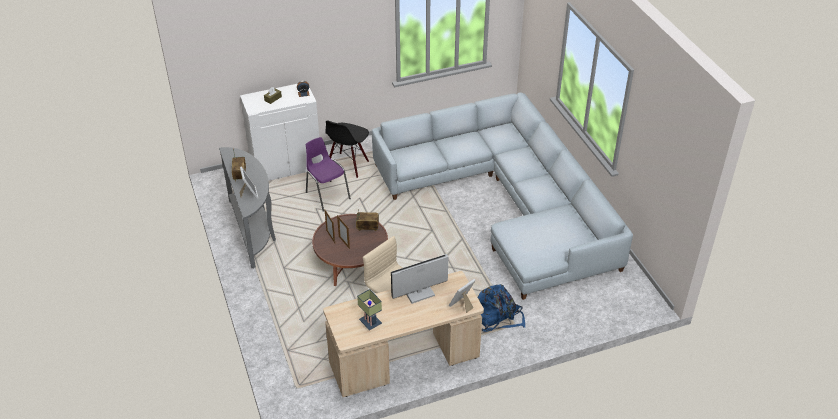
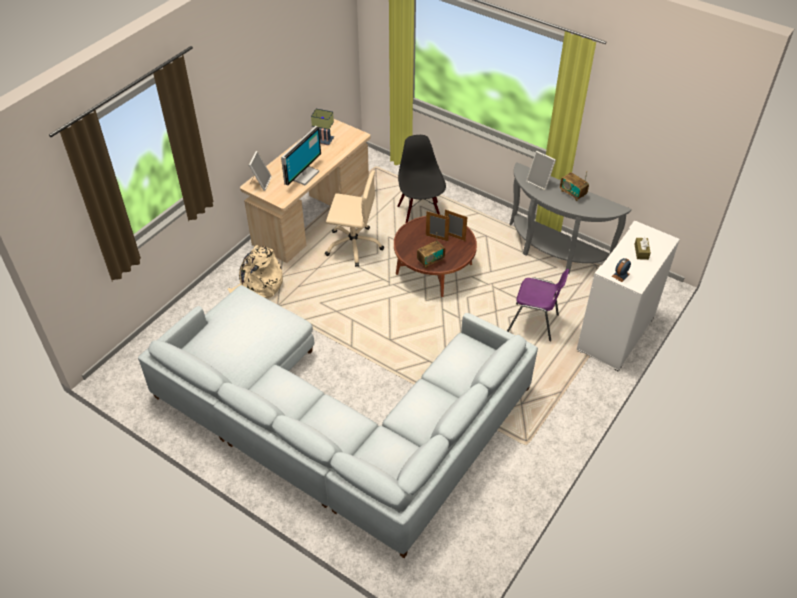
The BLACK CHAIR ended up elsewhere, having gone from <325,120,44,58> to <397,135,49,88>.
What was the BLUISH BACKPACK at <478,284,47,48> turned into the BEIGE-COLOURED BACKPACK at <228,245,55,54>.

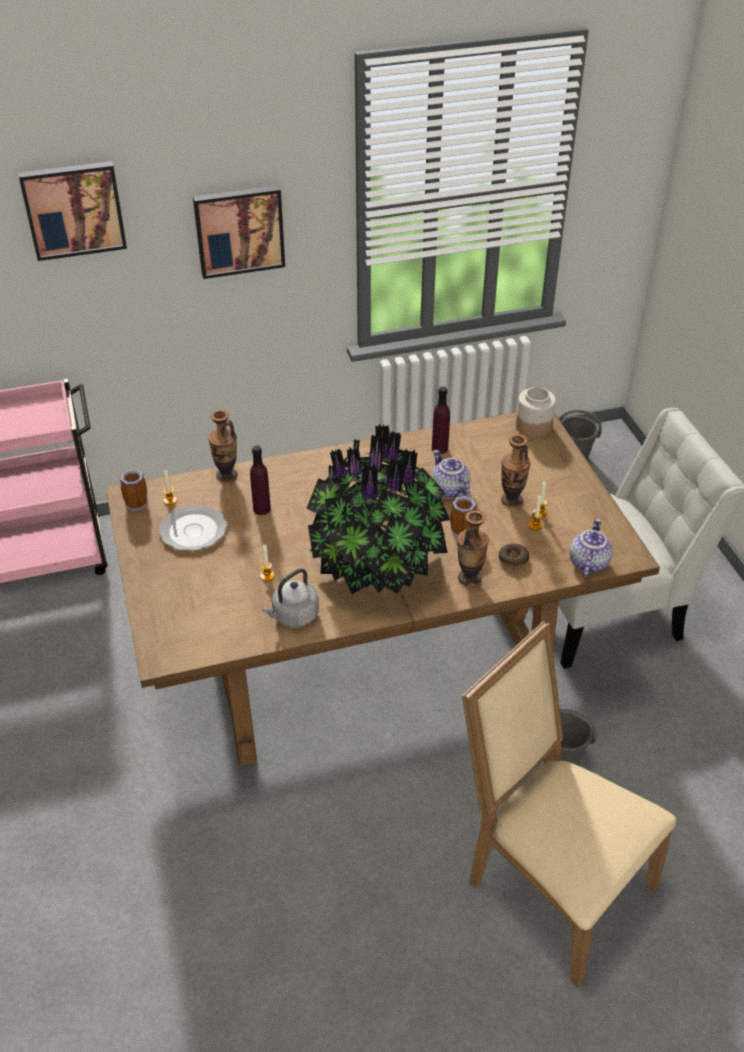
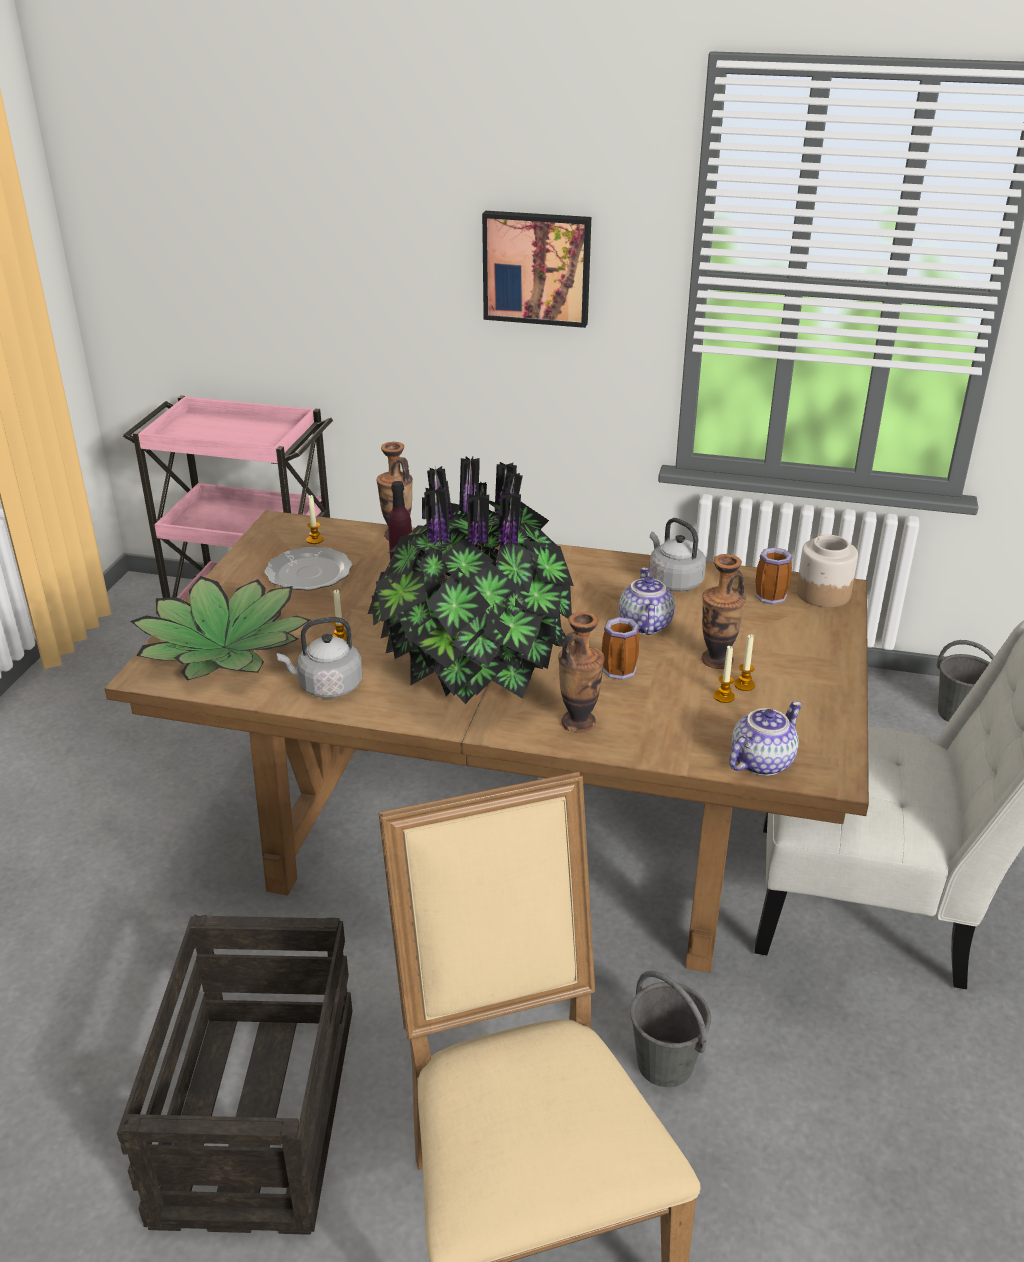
The second view lost the WALL PICTURE at <18,161,109,100>.
Where the PURPLISH DRINK BOTTLE stood at <432,386,18,68>, the GREY KETTLE came to stand at <649,518,57,74>.
The TEA MUG ended up elsewhere, having gone from <120,470,28,41> to <755,547,37,58>.
The second view lost the DONUT at <499,543,30,25>.
The second view gained the PLANT IN A POT at <130,576,181,104>.
The second view gained the PACKING CRATE at <117,915,235,320>.

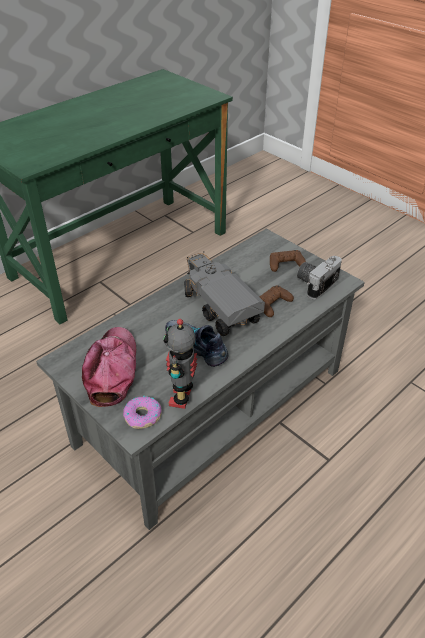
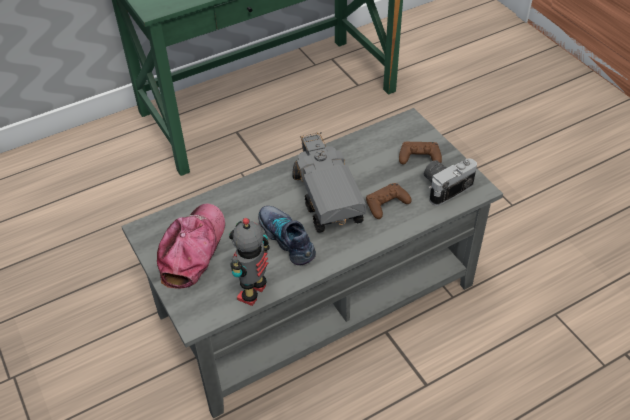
The second view lost the DONUT at <123,396,39,33>.

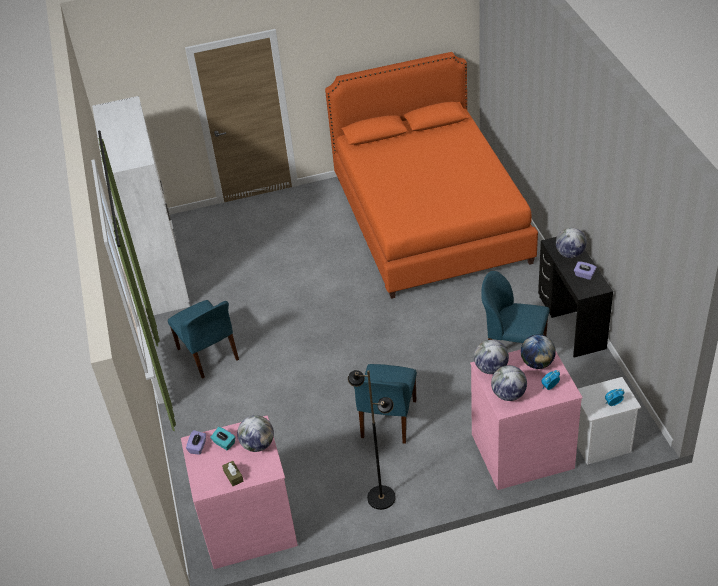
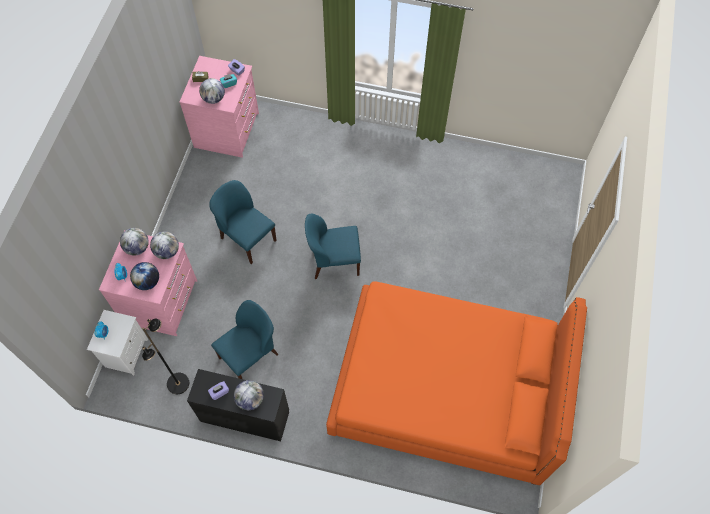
The second view lost the WHITE-COLOURED CLOTHES CUPBOARD at <92,96,98,221>.
The BLUISH CHAIR ended up elsewhere, having gone from <168,300,71,79> to <305,214,56,65>.
The BLACK FLOOR LAMP ended up elsewhere, having gone from <348,370,48,140> to <142,319,47,75>.

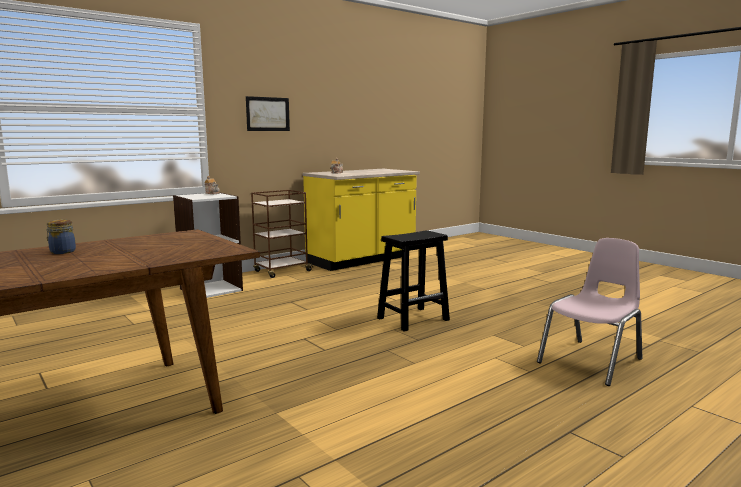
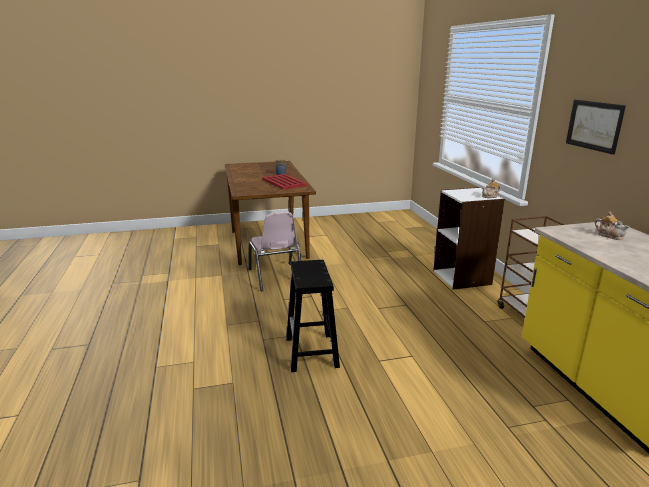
The PINK-COLOURED CHAIR ended up elsewhere, having gone from <537,238,105,148> to <249,212,52,79>.
The second view gained the RED-COLOURED TRAY at <262,174,45,16>.

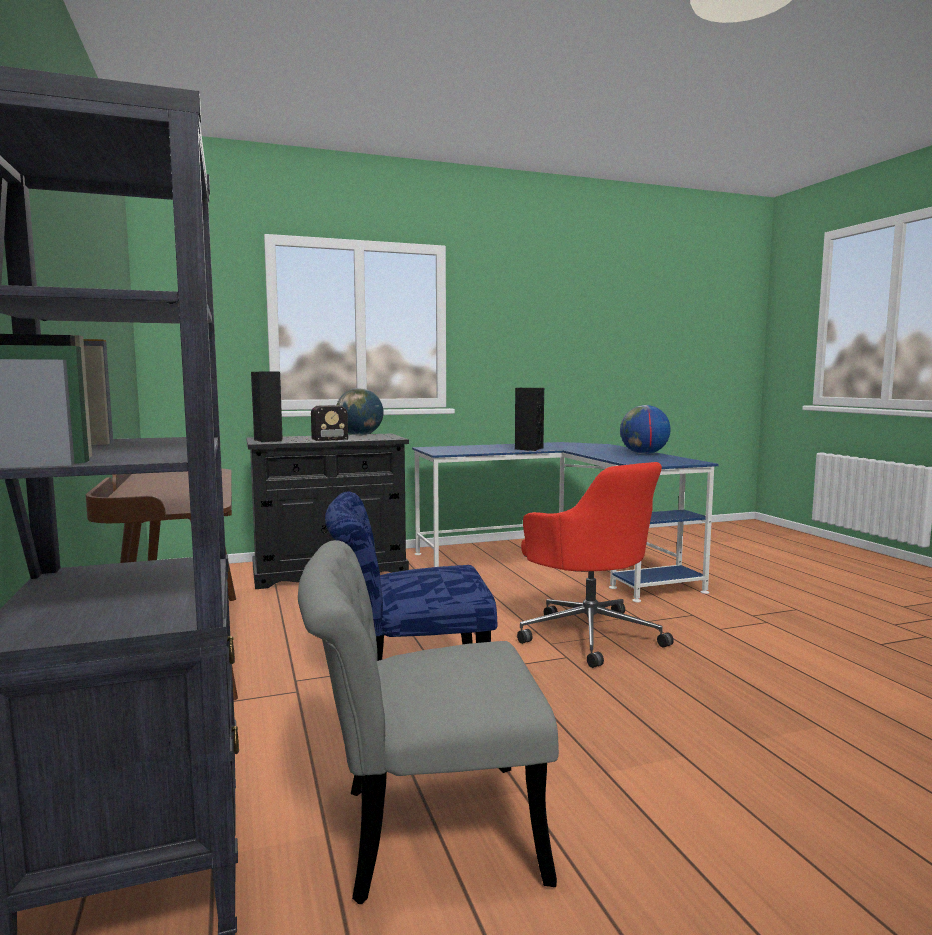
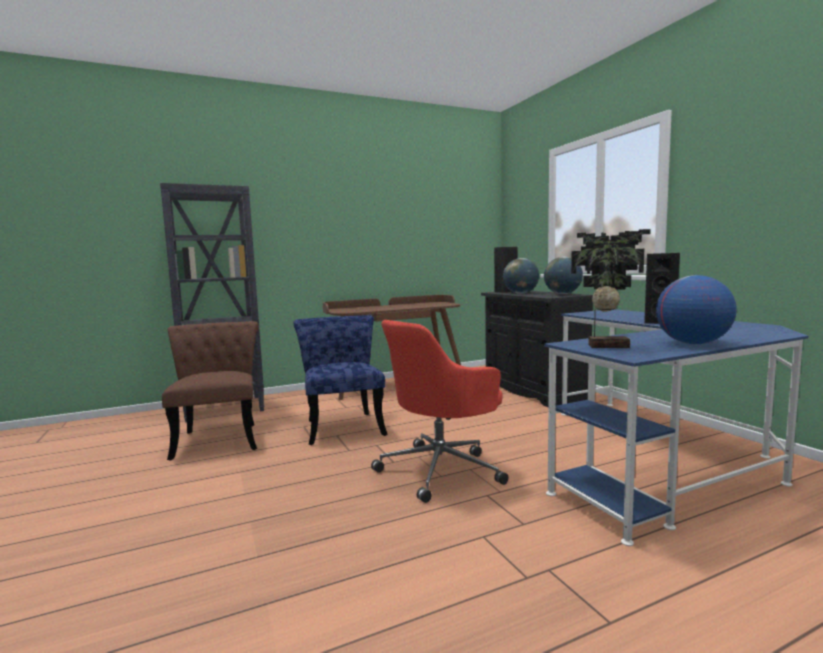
Where the RADIO stood at <291,405,57,37>, the GLOBE came to stand at <503,258,36,36>.
What was the GREY CHAIR at <298,540,261,364> turned into the BROWN-COLOURED CHAIR at <162,321,97,140>.
The second view gained the PLANT IN A POT at <571,229,80,119>.

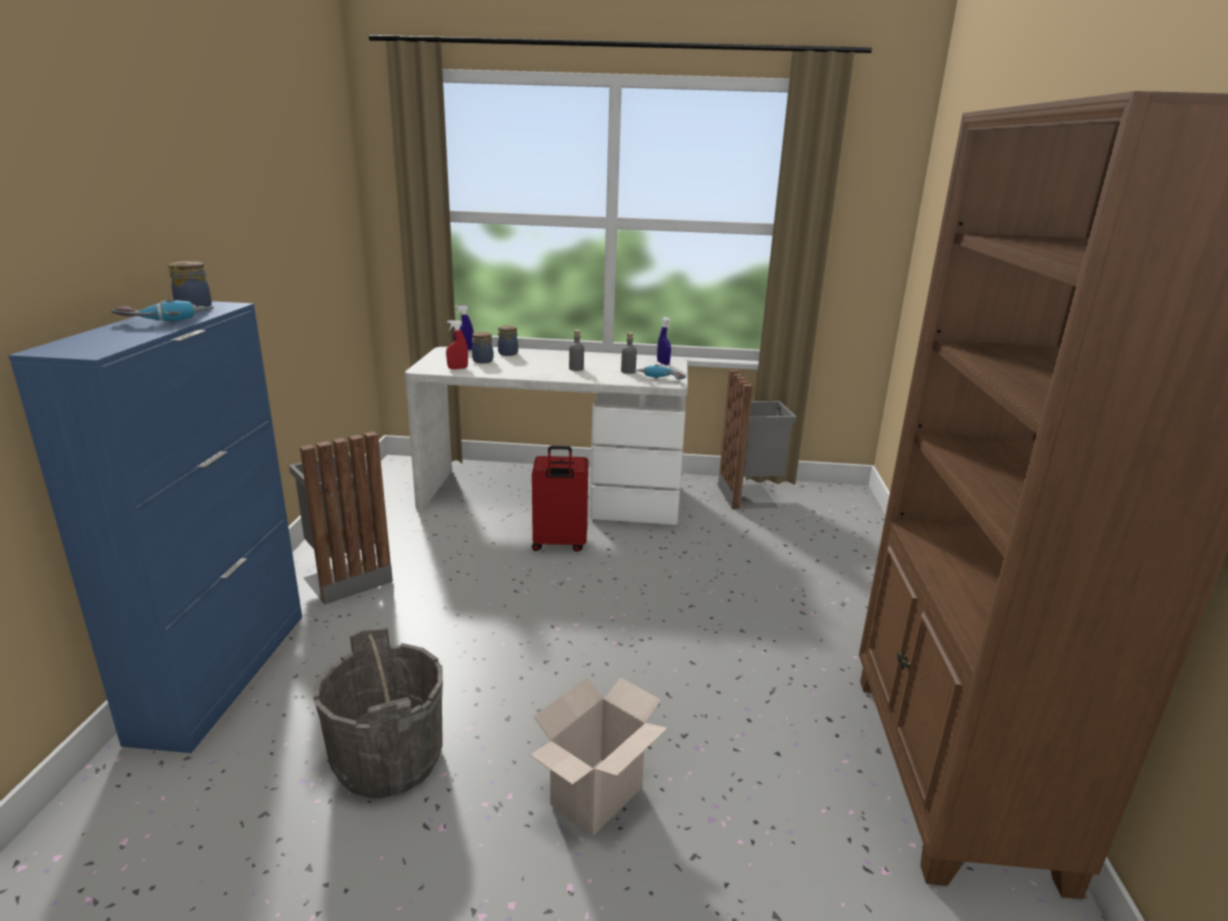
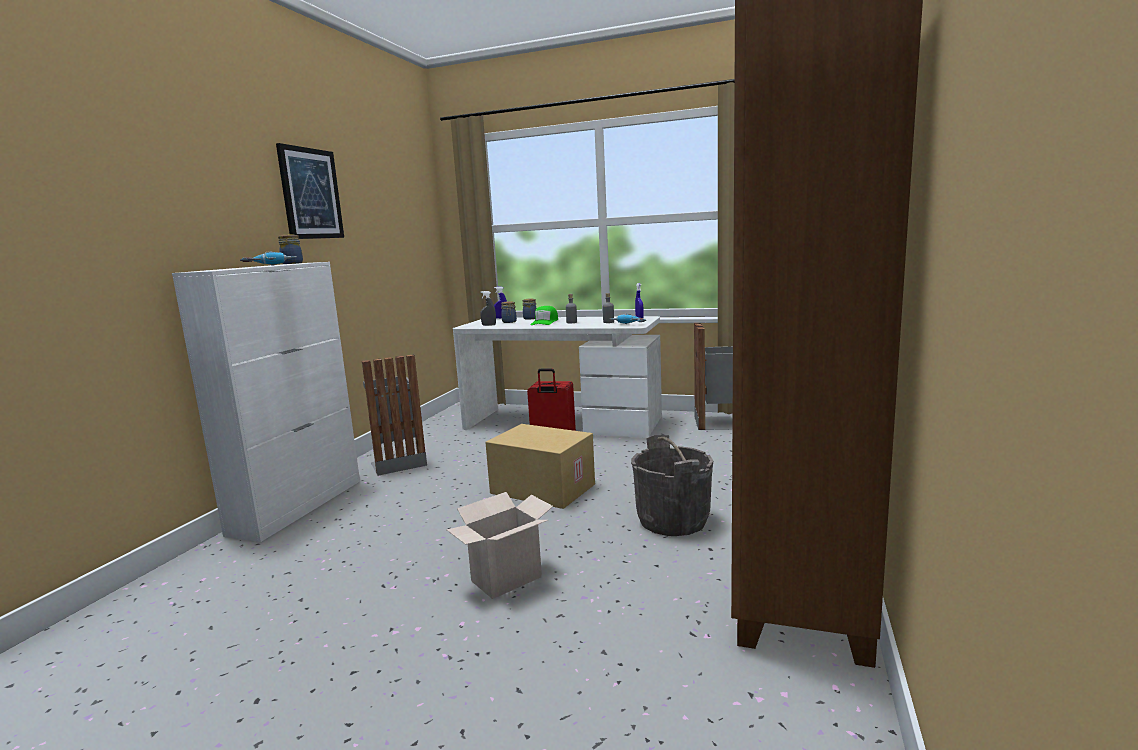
What was the BLUISH STORAGE CABINET at <8,301,294,452> turned into the WHITE-COLOURED STORAGE CABINET at <172,262,188,280>.
What was the RED-COLOURED SPRAYER at <446,320,22,49> turned into the GREY SPRAYER at <480,291,16,35>.
The GREY WATER BUCKET ended up elsewhere, having gone from <313,628,130,170> to <631,435,82,101>.
The second view gained the WALL PICTURE at <276,143,68,96>.
The second view gained the GREEN PEAKED CAP at <530,306,28,19>.
The second view gained the PACKING BOX at <485,424,110,85>.

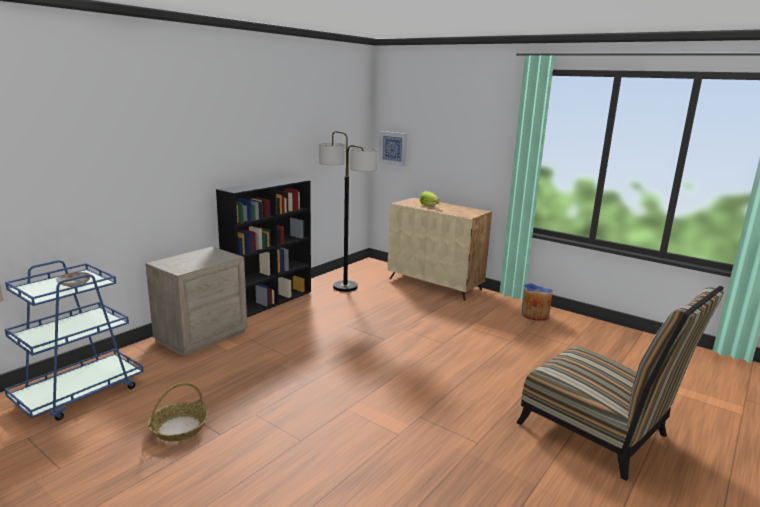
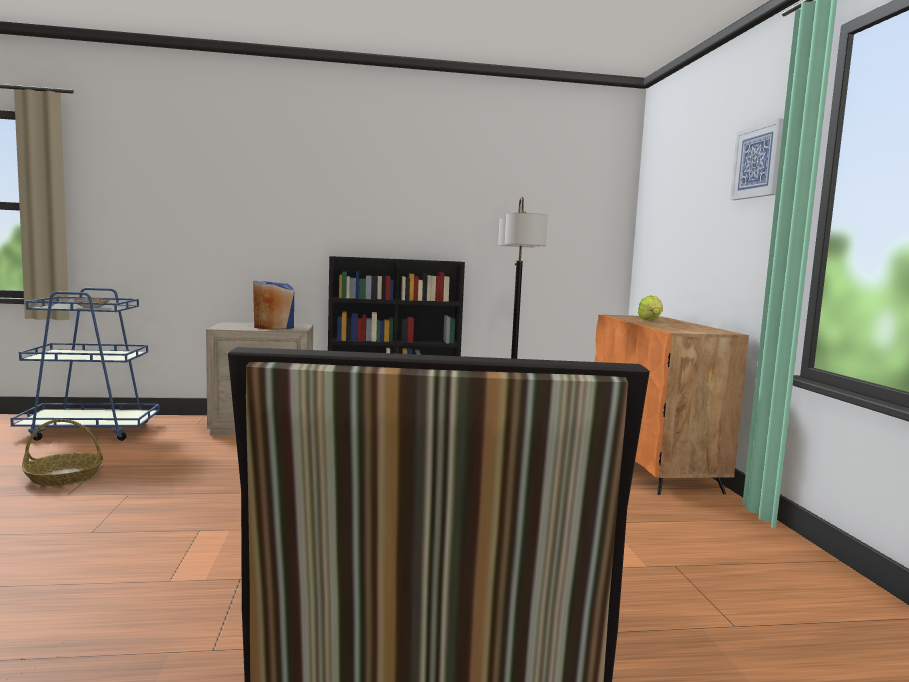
The WALL PICTURE ended up elsewhere, having gone from <379,131,28,35> to <730,118,54,82>.
What was the BEIGE-COLOURED STORAGE CABINET at <388,198,104,102> turned into the ORANGE STORAGE CABINET at <594,315,155,180>.
The BLUISH DECORATIVE VASE ended up elsewhere, having gone from <522,283,31,38> to <253,281,41,49>.

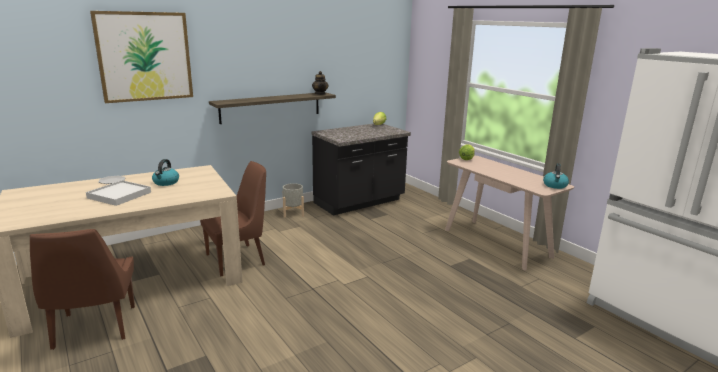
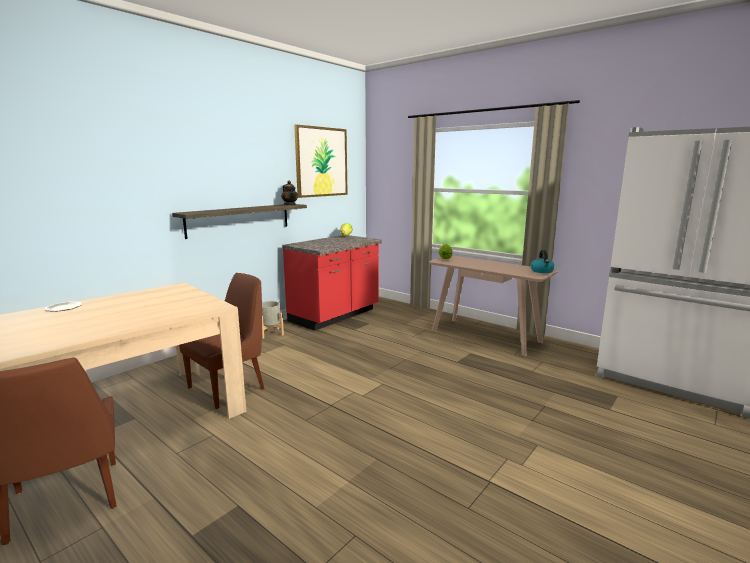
The WALL PICTURE ended up elsewhere, having gone from <90,11,103,92> to <294,124,54,74>.
What was the BLACK KITCHEN COUNTER at <312,124,99,92> turned into the RED-COLOURED KITCHEN COUNTER at <282,235,100,96>.
The second view lost the KETTLE at <152,159,27,27>.
The second view lost the WHITE-COLOURED TRAY at <86,180,65,26>.

